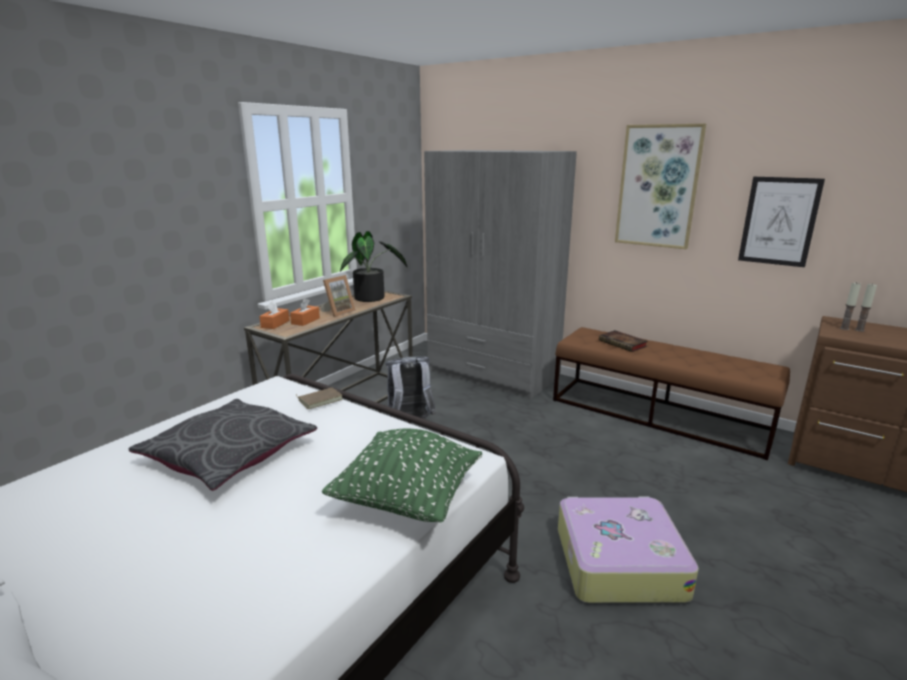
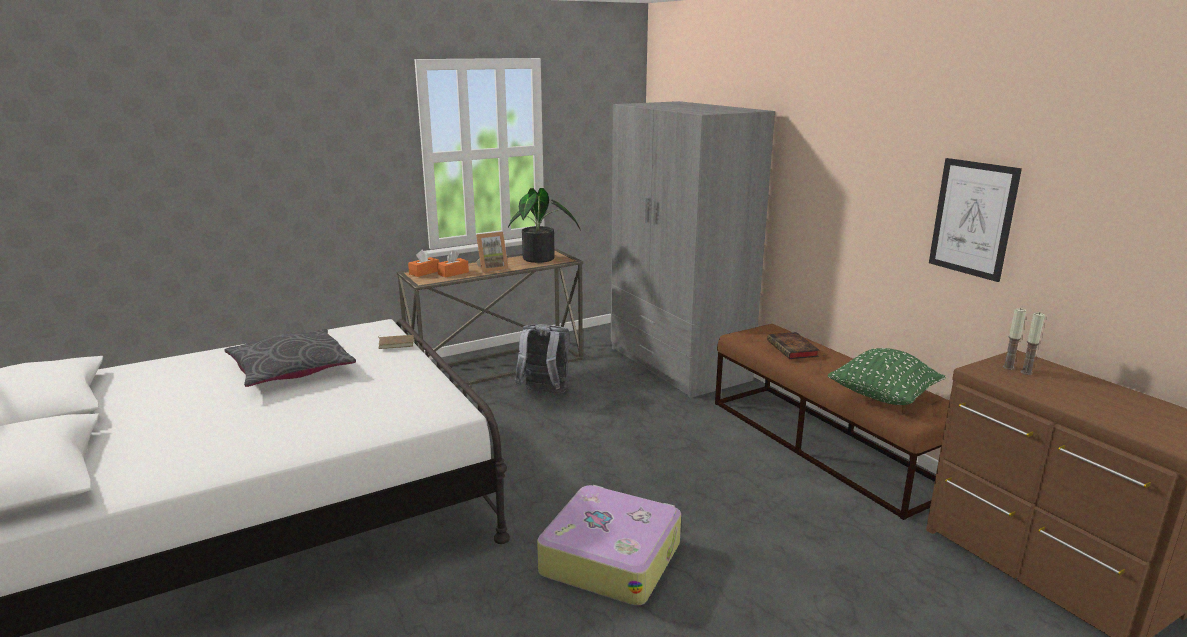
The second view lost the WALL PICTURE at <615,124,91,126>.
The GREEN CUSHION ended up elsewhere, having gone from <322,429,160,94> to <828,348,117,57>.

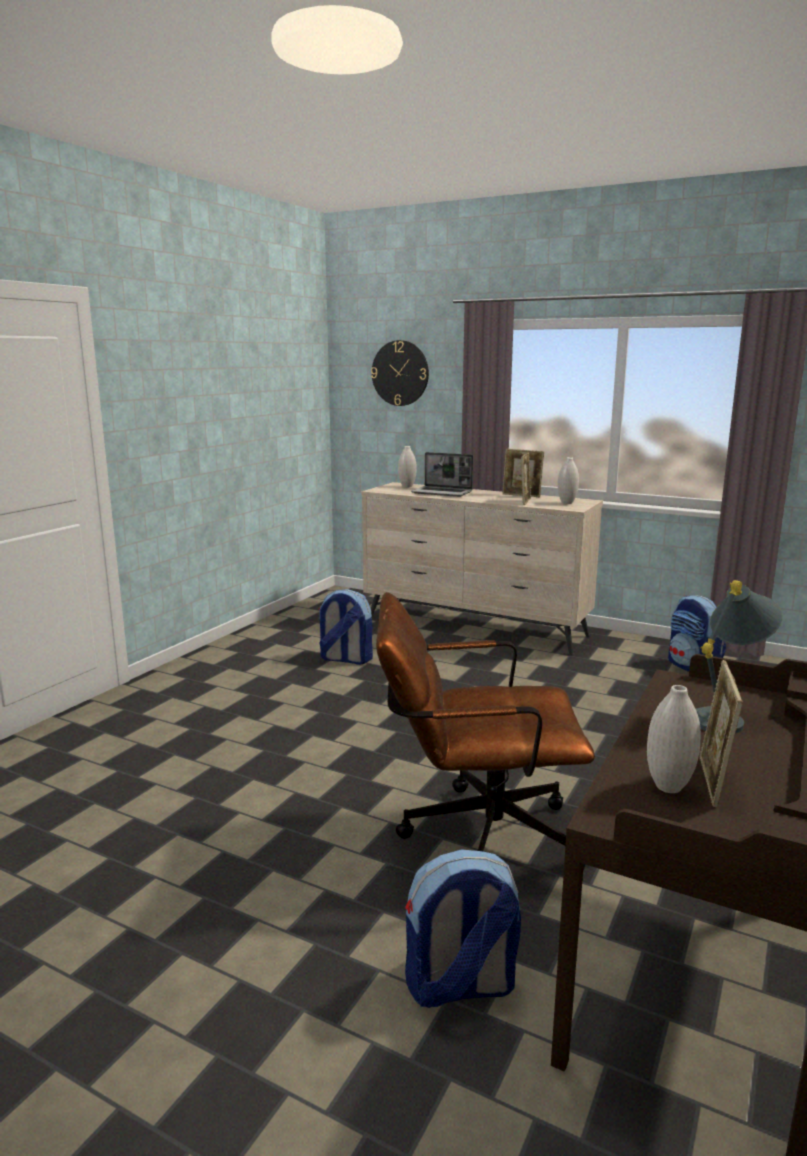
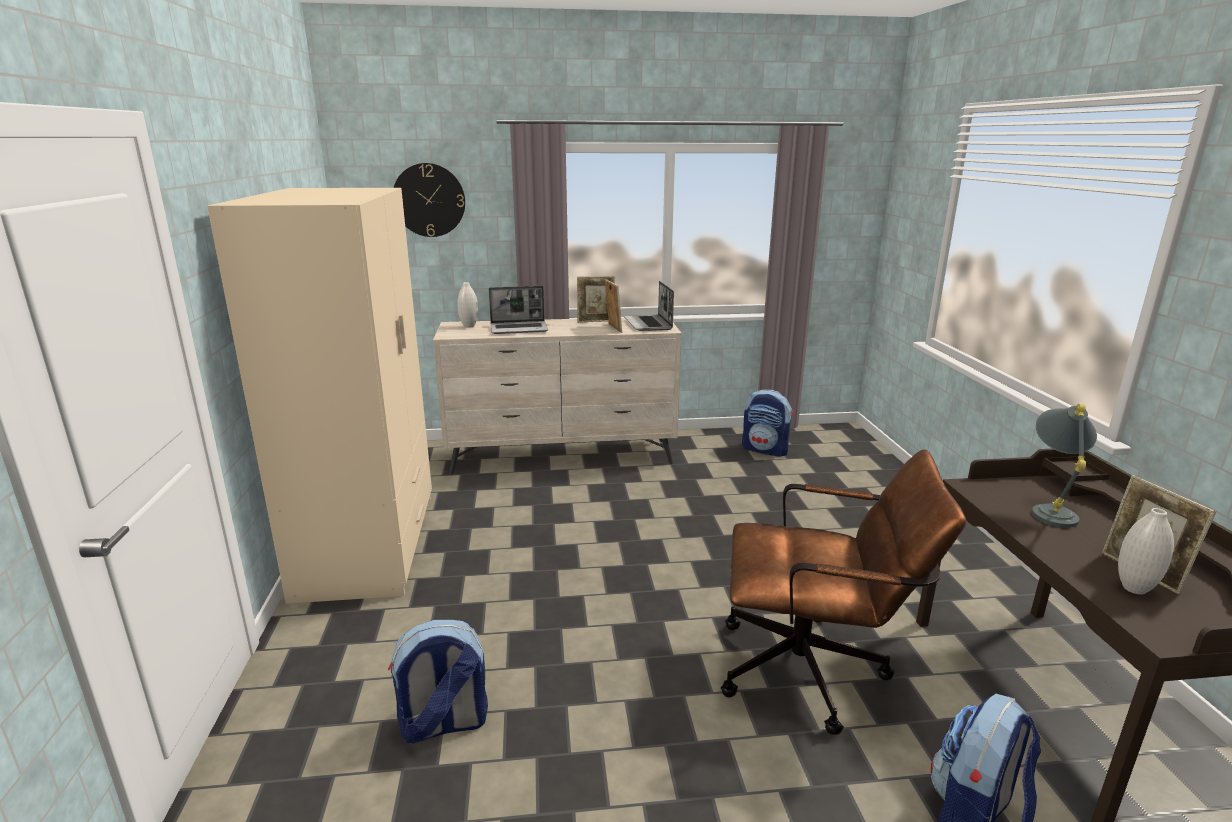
Where the WHITE-COLOURED DECORATIVE VASE stood at <558,457,21,47>, the LAPTOP came to stand at <624,281,50,50>.
The BACKPACK ended up elsewhere, having gone from <318,589,55,76> to <388,620,100,123>.
The BROWN-COLOURED DESK CHAIR at <376,592,219,278> ended up facing another way, 135 degrees counterclockwise from before.
The second view gained the BEIGE-COLOURED CLOTHES CUPBOARD at <207,188,225,416>.

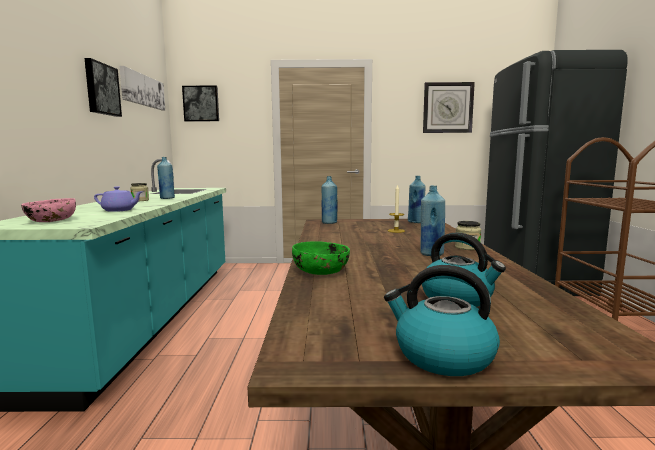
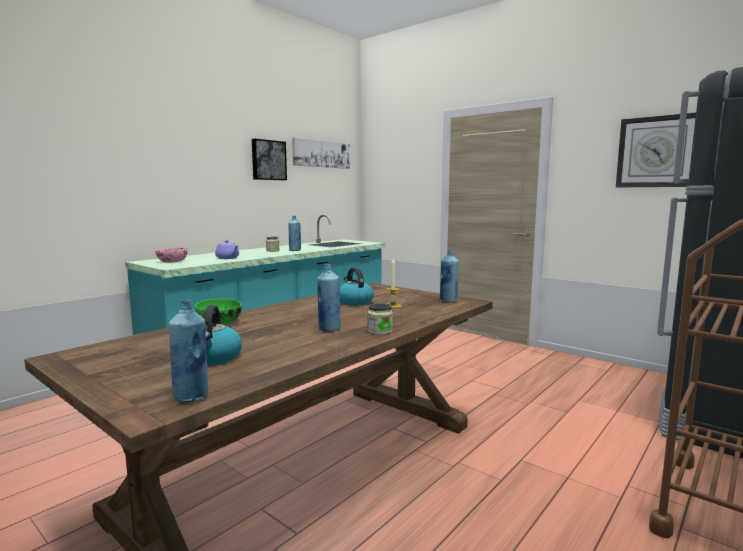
The second view lost the WALL PICTURE at <182,85,37,37>.
The BLUISH DRINK BOTTLE ended up elsewhere, having gone from <321,176,17,48> to <169,300,39,103>.
The KETTLE ended up elsewhere, having gone from <384,265,116,111> to <340,267,34,39>.

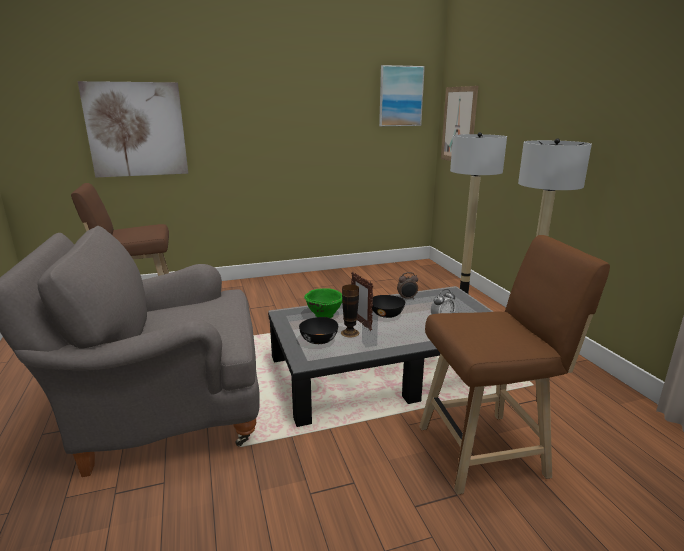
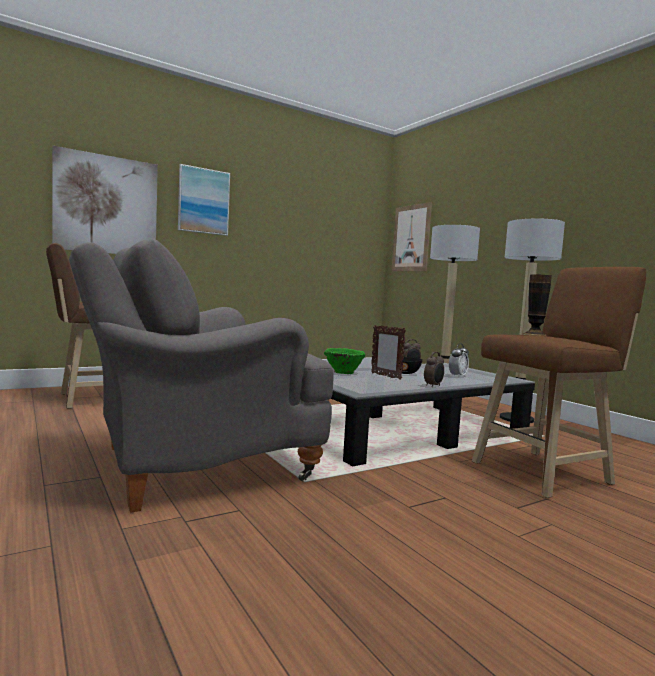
The WALL PICTURE ended up elsewhere, having gone from <379,65,46,61> to <178,164,52,72>.
The DECORATIVE VASE ended up elsewhere, having gone from <341,284,18,53> to <523,275,29,61>.
The second view lost the BLACK DEEP DISH at <299,317,39,27>.
The second view gained the BEDSIDE CLOCK at <424,352,20,35>.

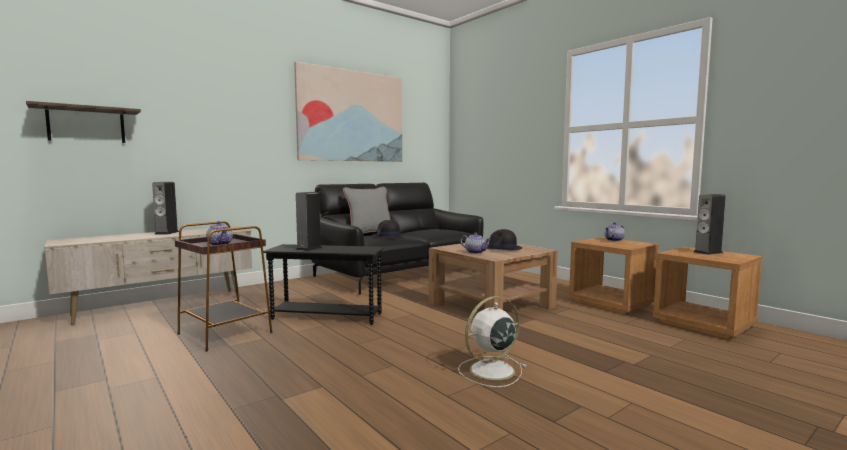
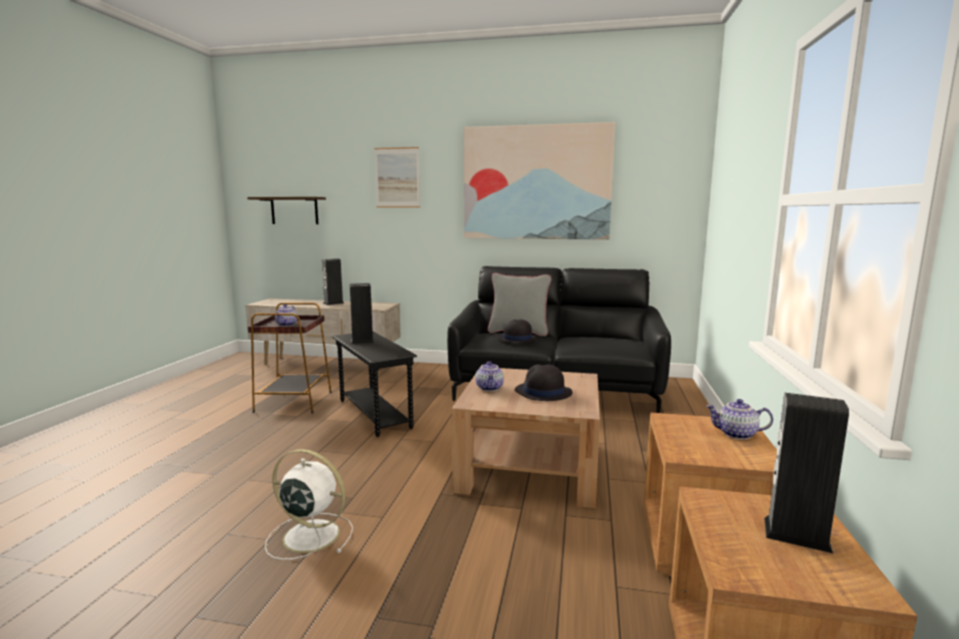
The second view gained the WALL PICTURE at <374,147,46,61>.

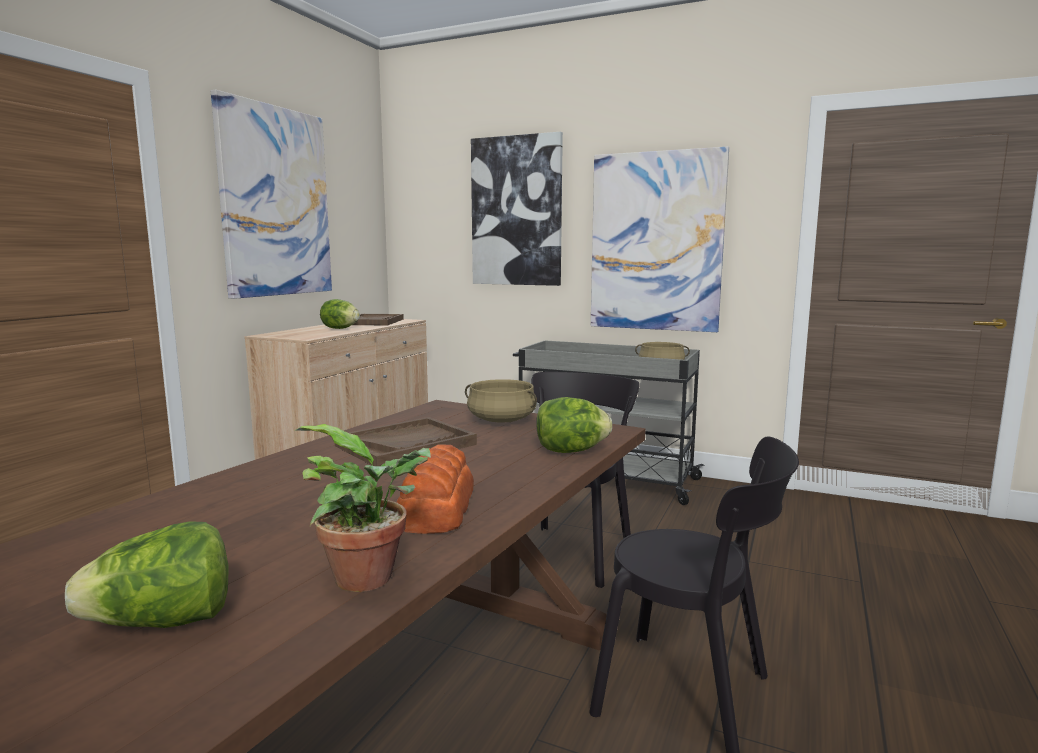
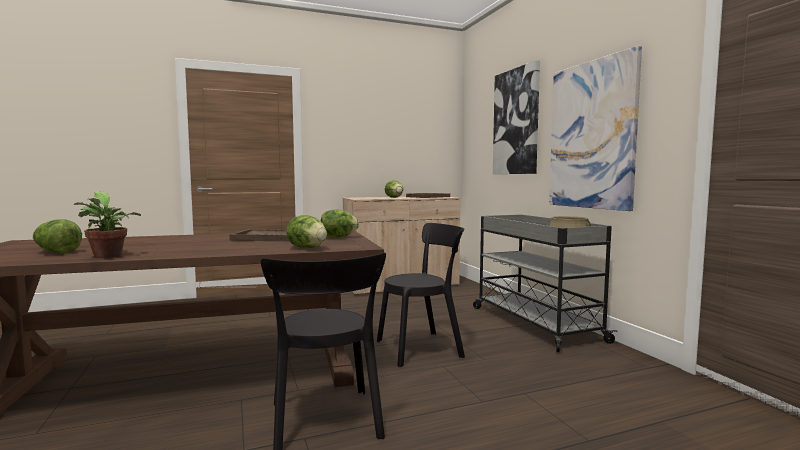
The second view lost the WALL PICTURE at <211,90,121,209>.
Where the BEIGE-COLOURED SAUCEPOT stood at <465,379,72,43>, the HEAD OF LETTUCE came to stand at <321,210,38,28>.
The second view lost the BAKERY BREAD at <397,445,77,89>.

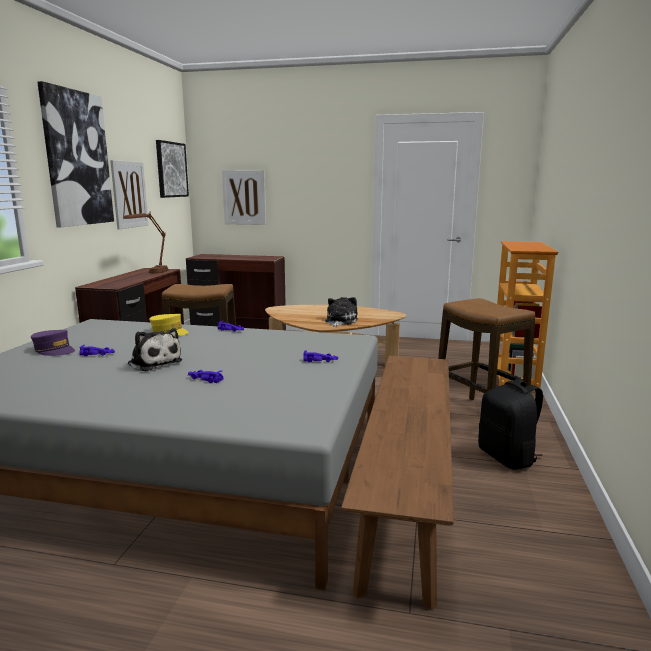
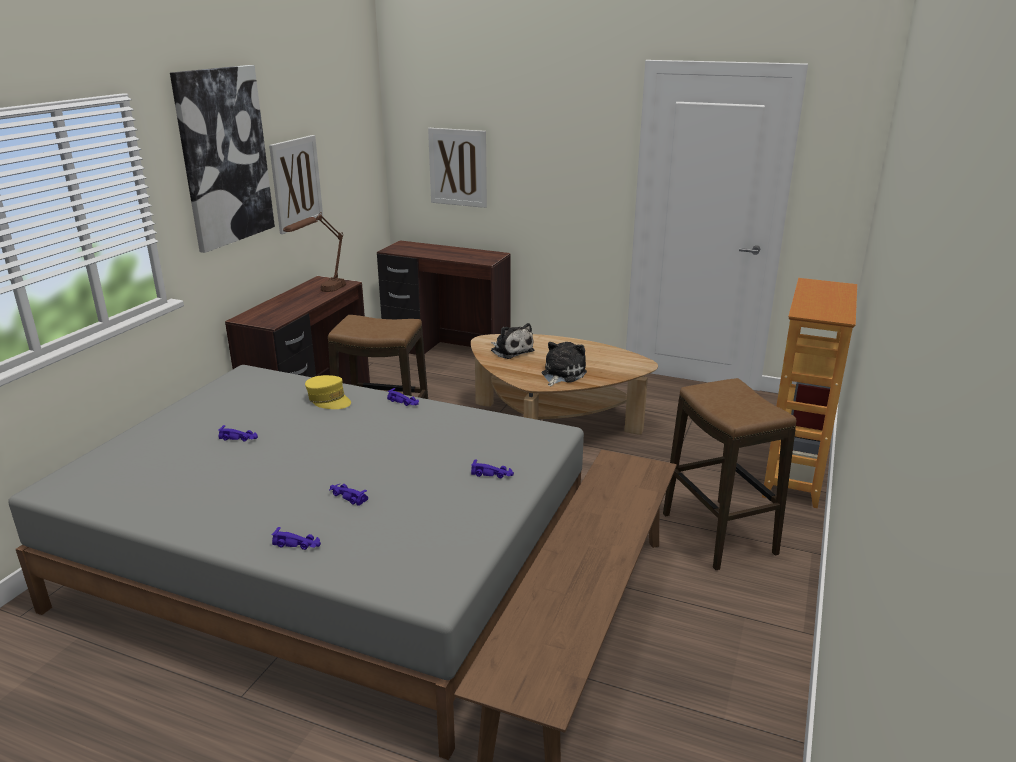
The second view lost the WALL PICTURE at <156,140,33,58>.
The PLUSH TOY ended up elsewhere, having gone from <128,328,54,43> to <491,323,44,36>.
The second view lost the PURPLISH PEAKED CAP at <31,330,44,26>.
The second view lost the BLACK BACKPACK at <478,378,65,92>.
The second view gained the PURPLISH MODEL CAR at <272,527,49,23>.

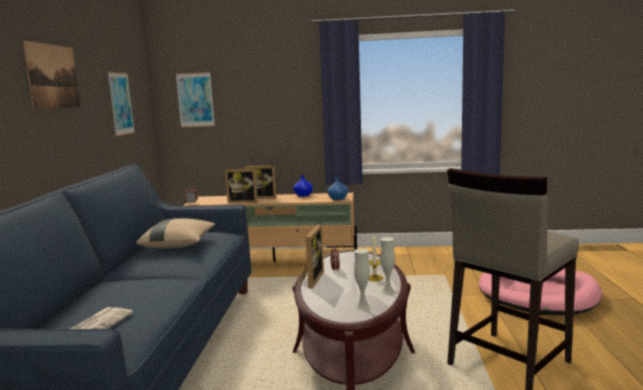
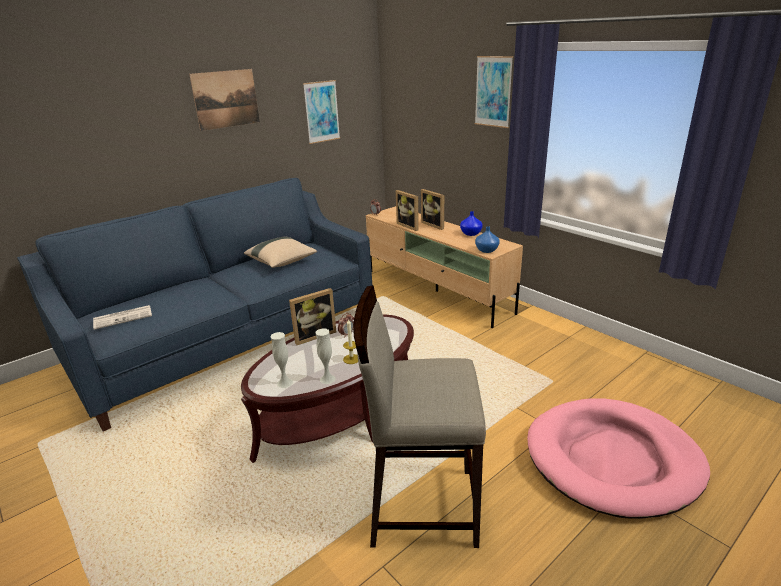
The WALL PICTURE ended up elsewhere, having gone from <176,72,39,56> to <475,56,38,72>.

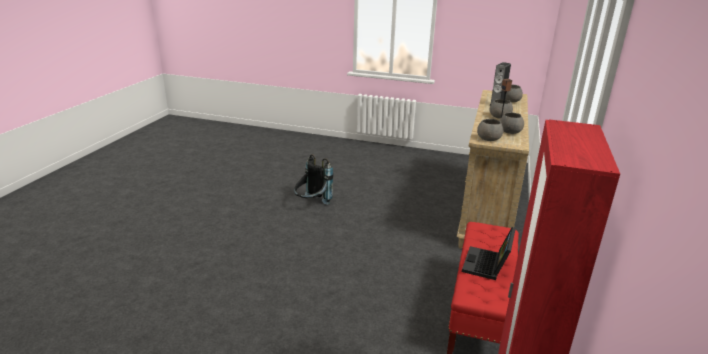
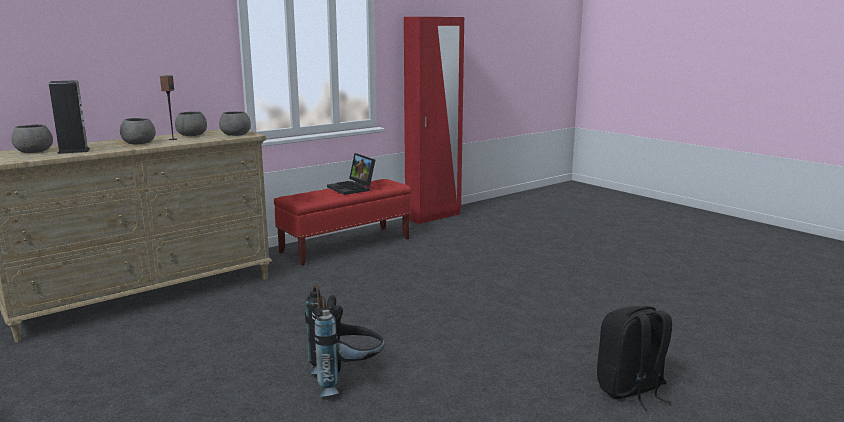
The LAPTOP at <462,227,54,53> ended up facing another way, 90 degrees clockwise from before.
The second view gained the BLACK BACKPACK at <597,306,75,105>.

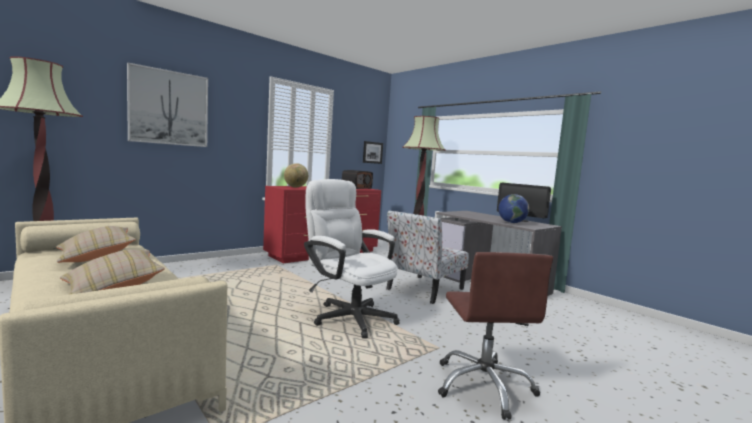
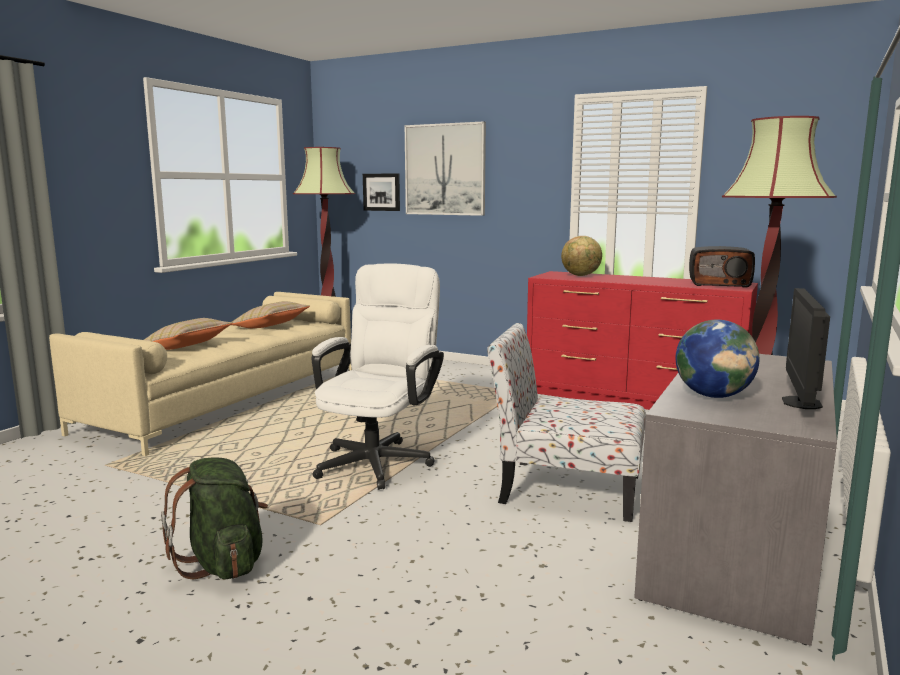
The WALL PICTURE ended up elsewhere, having gone from <363,141,20,23> to <363,173,37,38>.
Where the BROWN-COLOURED DESK CHAIR stood at <438,252,115,168>, the GREEN BACKPACK came to stand at <161,457,107,122>.

